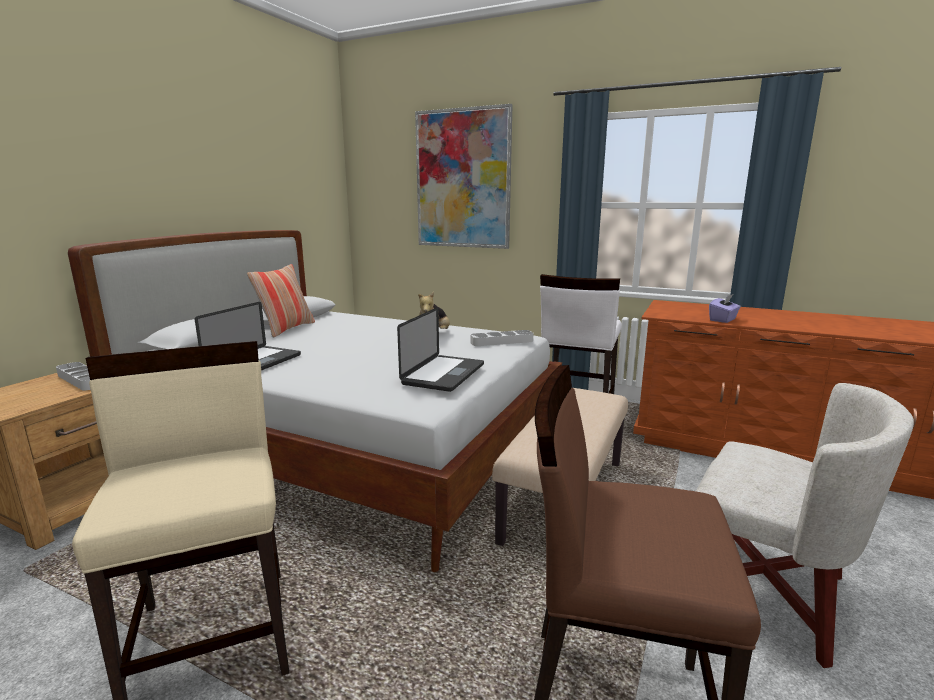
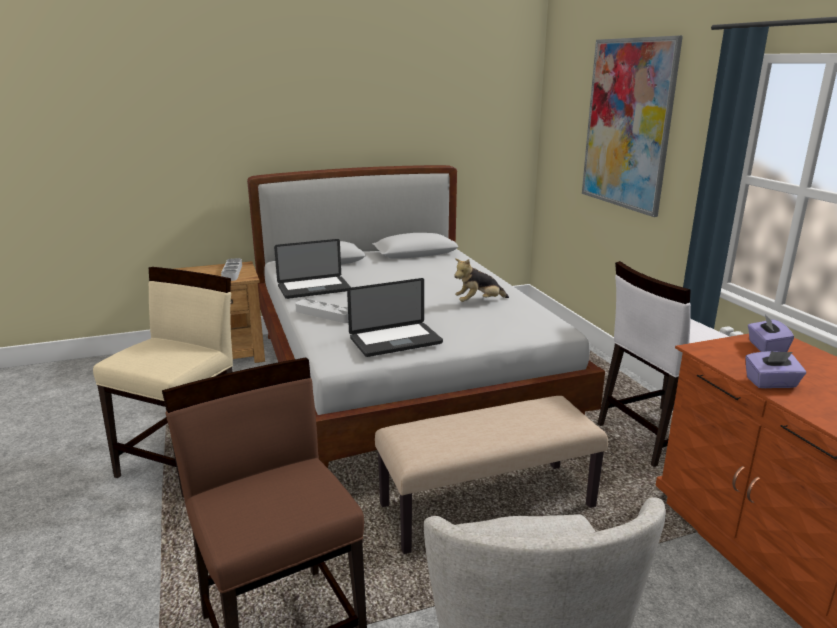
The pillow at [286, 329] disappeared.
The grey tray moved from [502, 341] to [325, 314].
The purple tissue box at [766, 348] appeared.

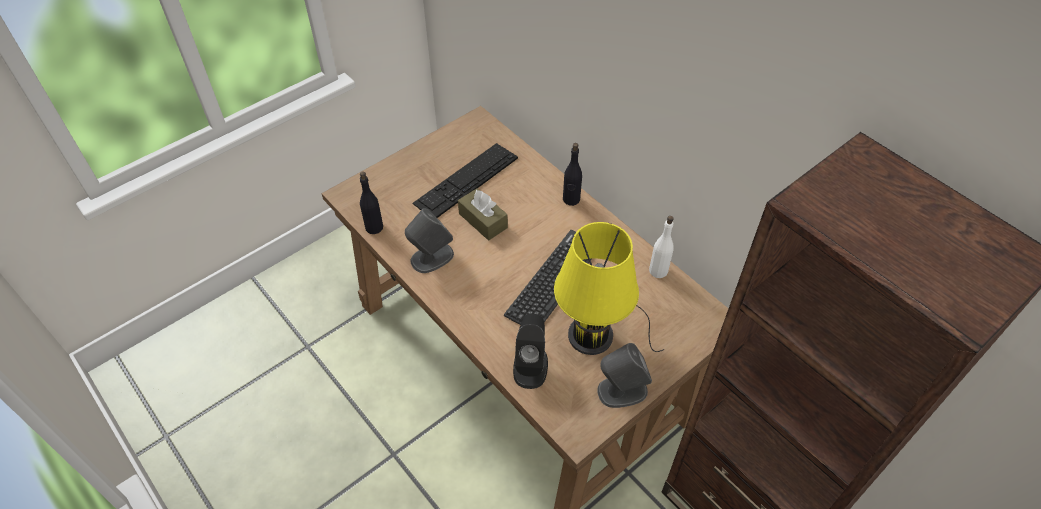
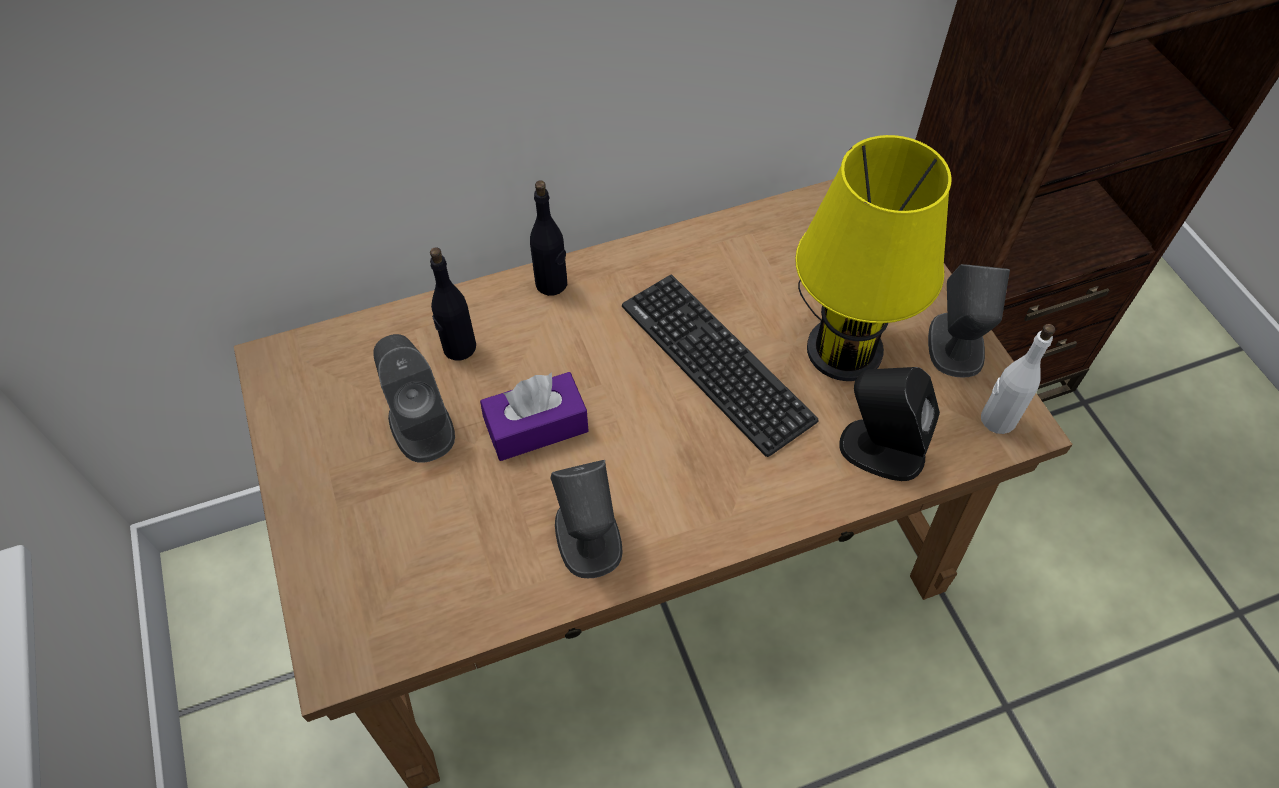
The keyboard at [466, 180] was replaced by the grey speaker at [421, 425].
The black bottle moved from [374, 227] to [459, 347].
The brown tissue box at [483, 220] became the purple tissue box at [536, 427].
The white bottle moved from [658, 270] to [997, 419].

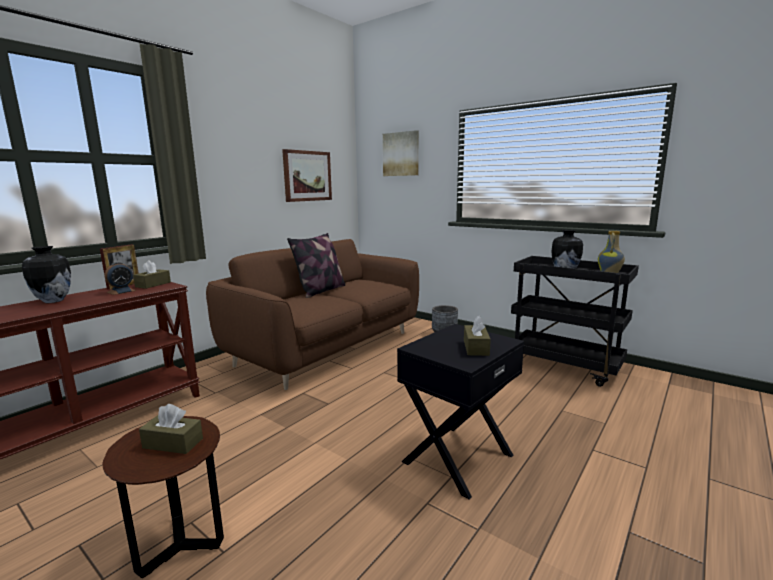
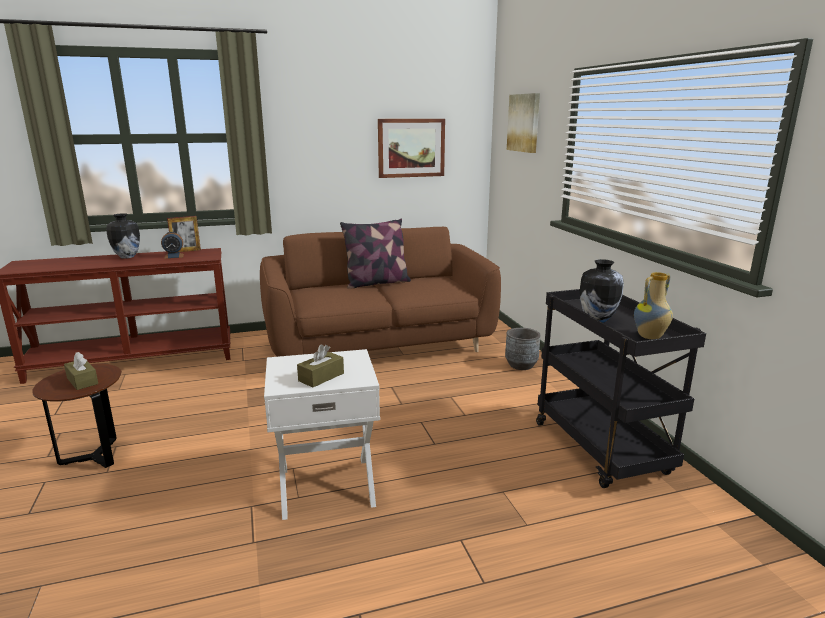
The brown tissue box at [153, 284] disappeared.
The black side table at [456, 457] became the white side table at [326, 485].

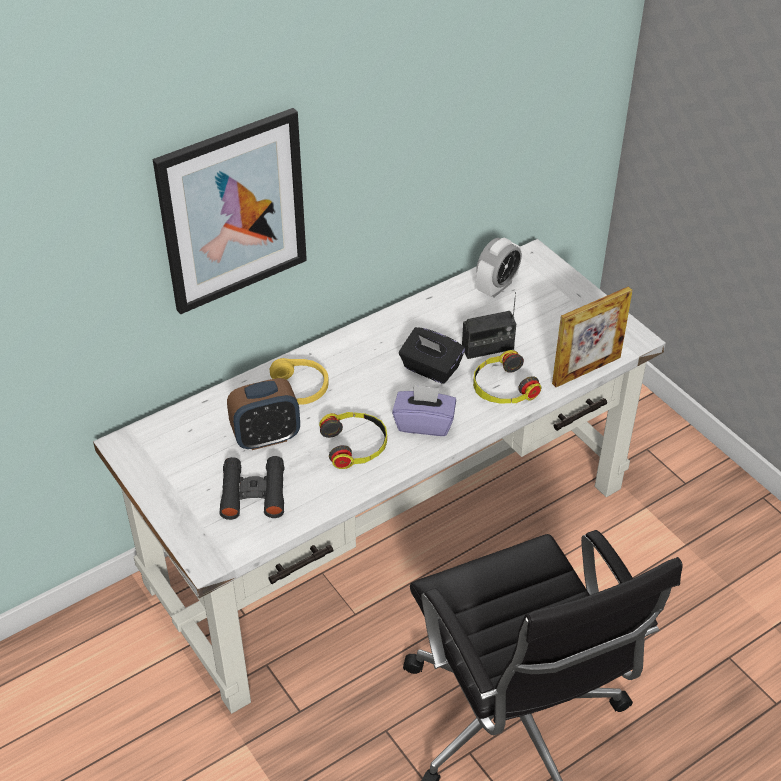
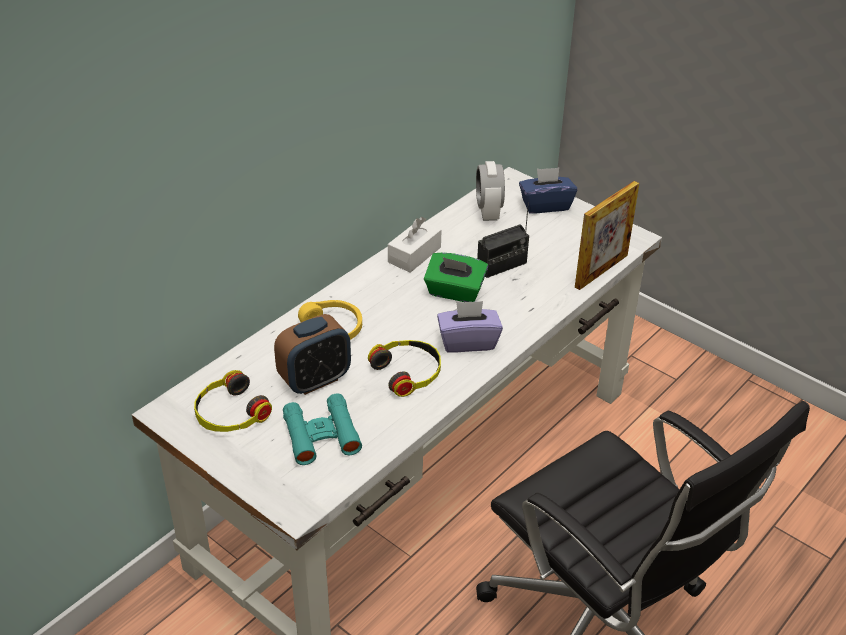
The picture at [233, 211] disappeared.
The alarm clock at [497, 287] turned 150 degrees clockwise.
The black tissue box at [430, 369] became the green tissue box at [454, 292].
The headphones moved from [503, 387] to [230, 413].
The black binoculars at [253, 493] became the turquoise binoculars at [321, 435].
The blue tissue box at [545, 205] appeared.
The white tissue box at [414, 255] appeared.

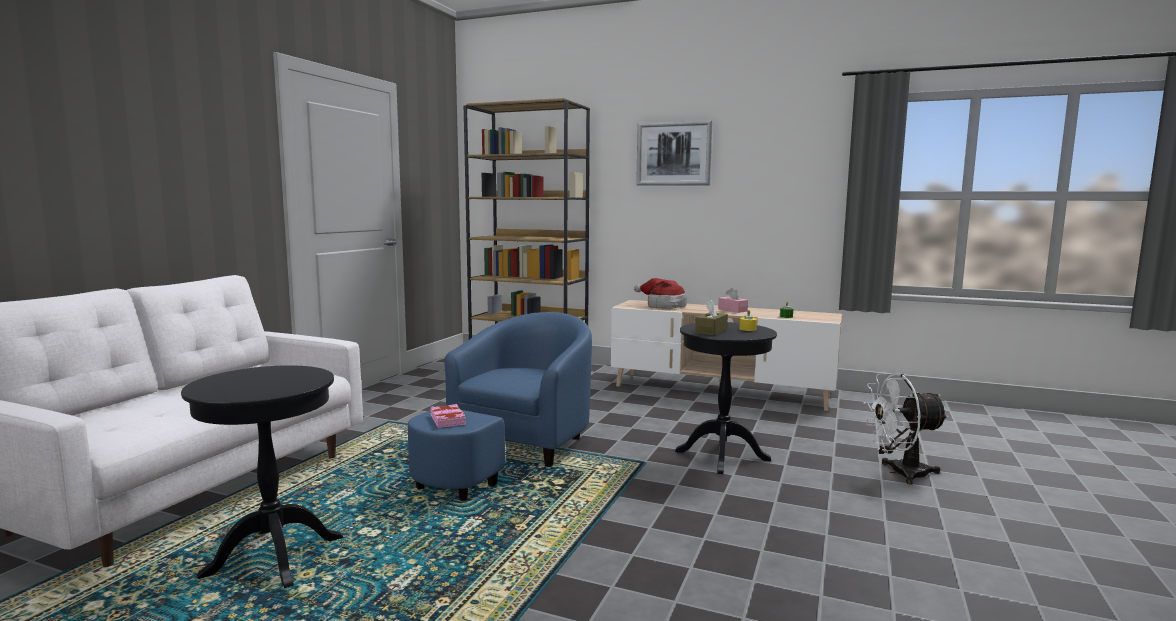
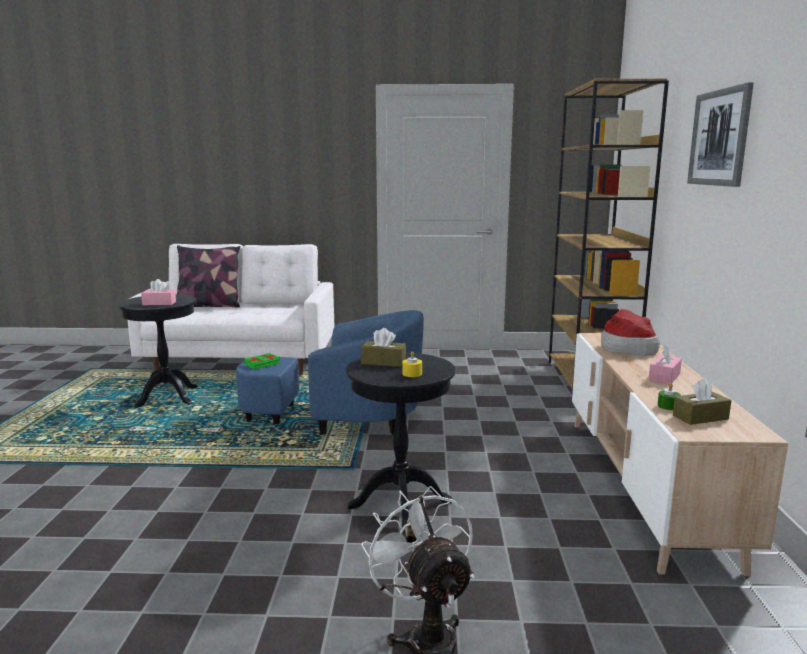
The pink book at [448, 420] became the green book at [262, 364].
The pillow at [209, 306] appeared.
The pink tissue box at [159, 303] appeared.
The brown tissue box at [700, 417] appeared.

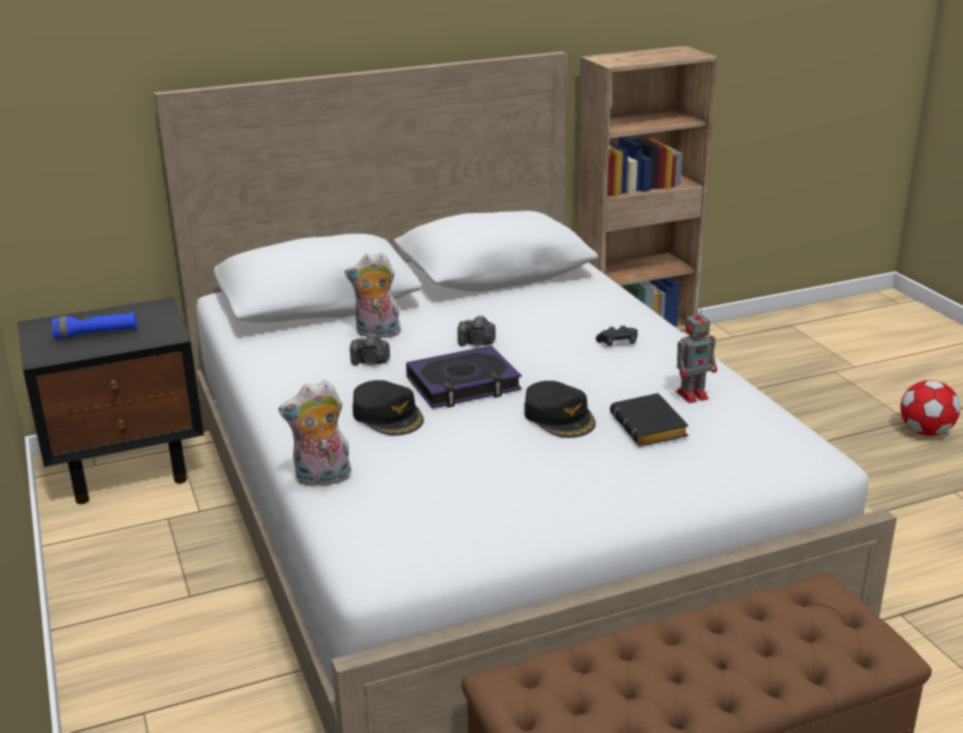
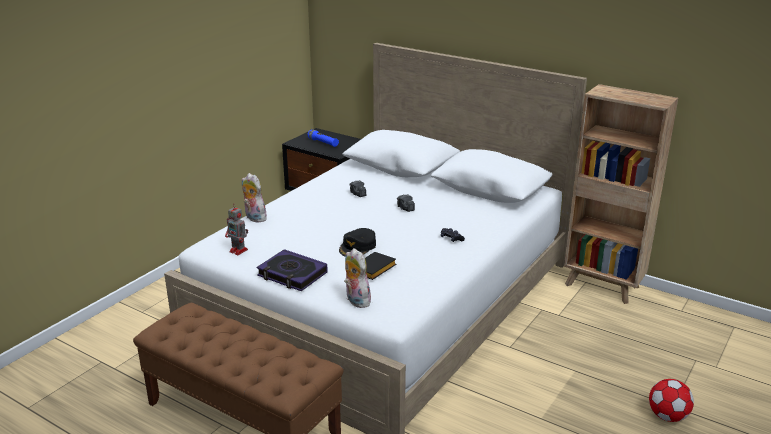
The plush toy moved from [376, 334] to [356, 300].
The toy robot moved from [693, 395] to [239, 251].
The book moved from [463, 385] to [292, 274].
The black cap at [388, 415] disappeared.

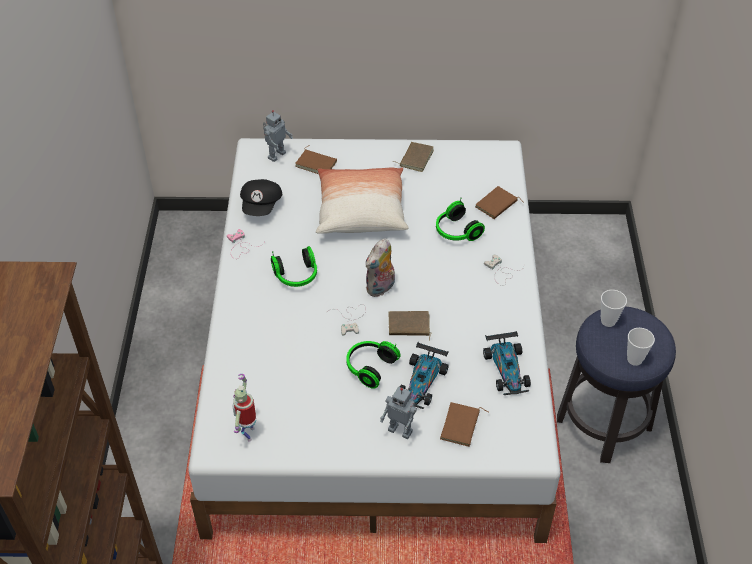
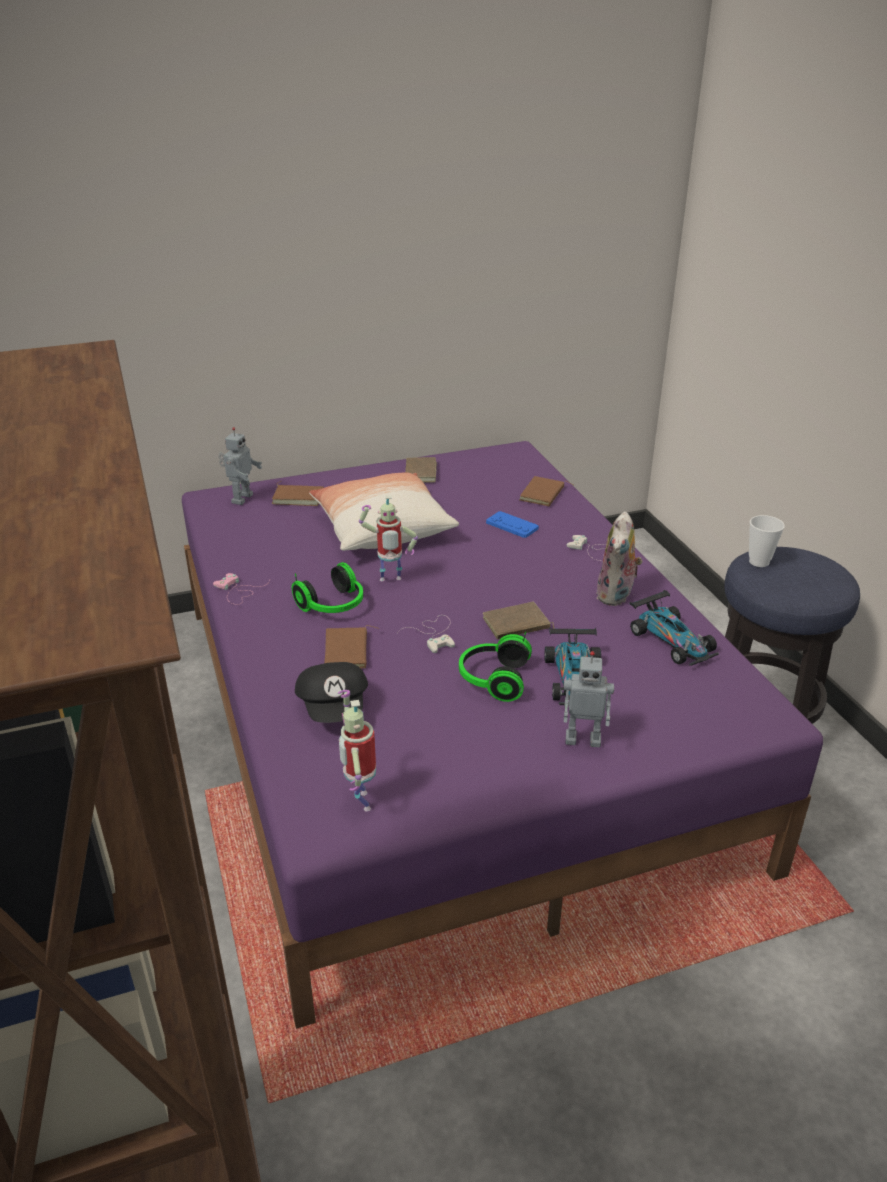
The white bed at [377, 359] became the purple bed at [444, 724].
The black cap moved from [262, 205] to [335, 707].
The headphones at [455, 232] was replaced by the blue game controller at [512, 525].
The plush toy moved from [381, 288] to [616, 596].
The cup at [634, 359] disappeared.
The brown book moved from [461, 426] to [348, 651].
The toy robot at [390, 581] appeared.

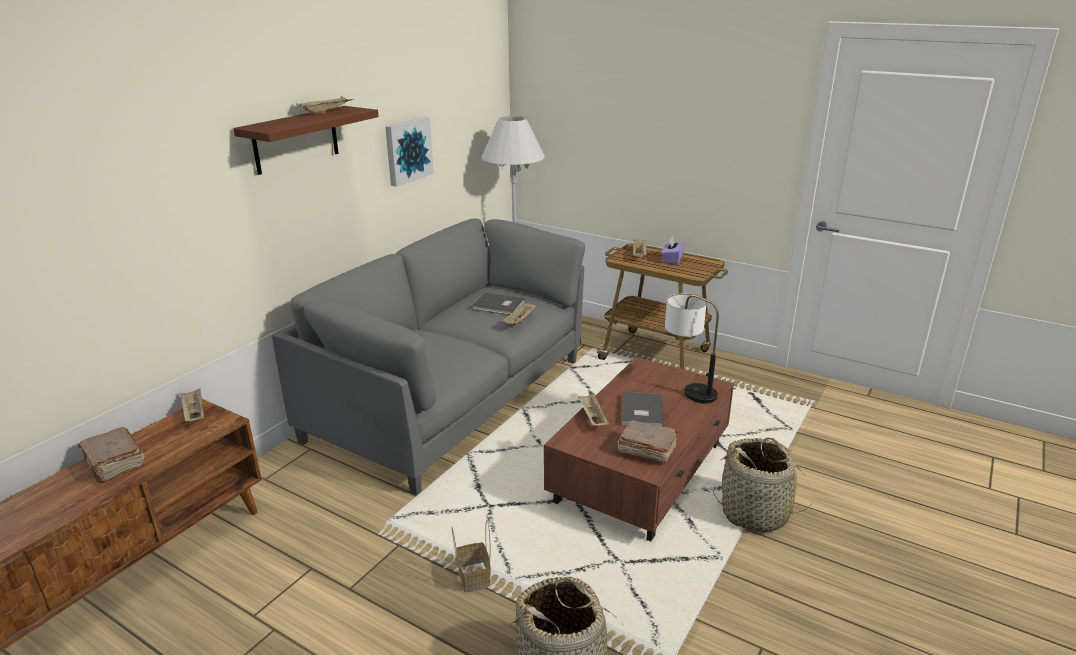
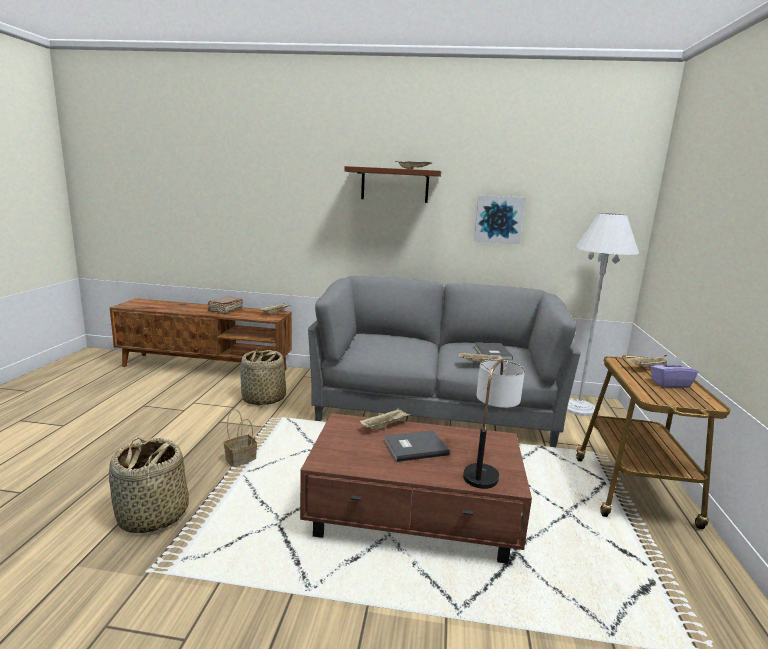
The brown book at [646, 450] disappeared.
The basket moved from [755, 513] to [263, 399].

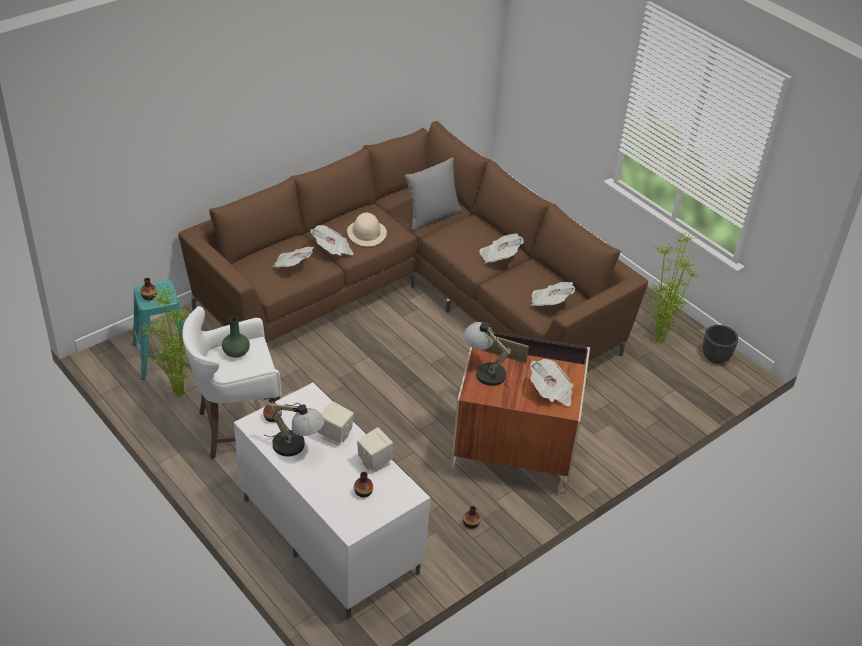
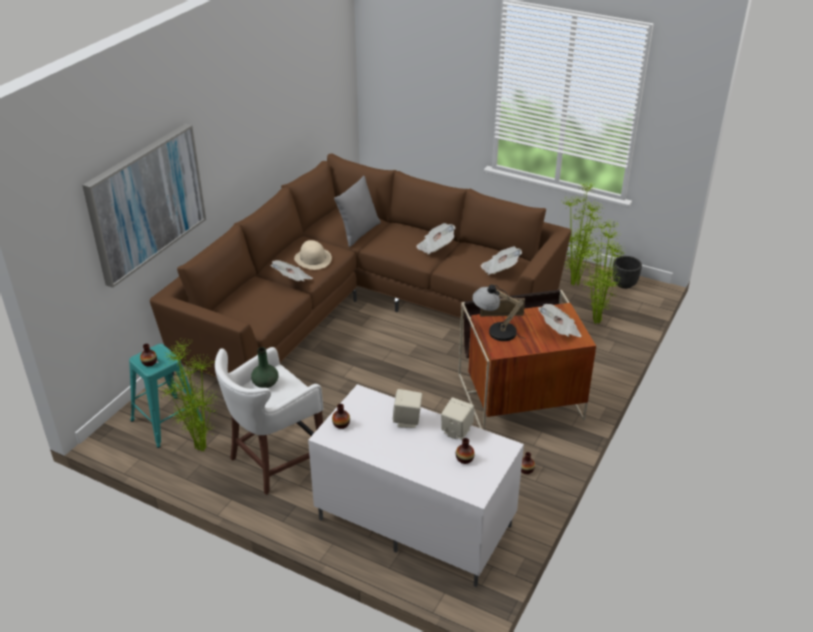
The newspaper at [293, 265] disappeared.
The table lamp at [297, 447] disappeared.
The picture at [146, 202] appeared.
The potted plant at [595, 322] appeared.

